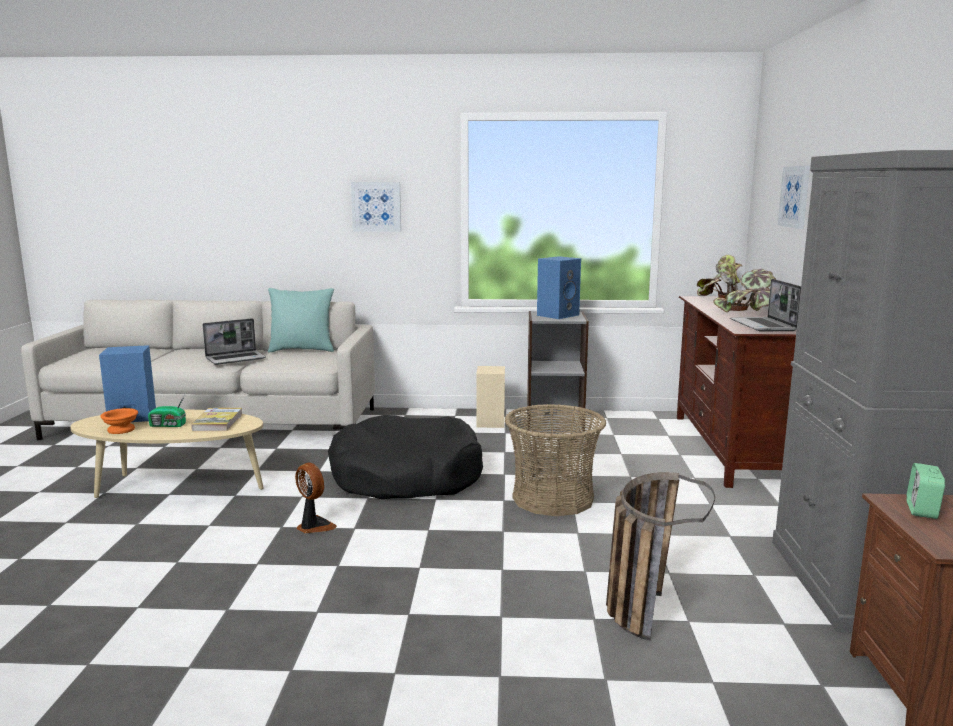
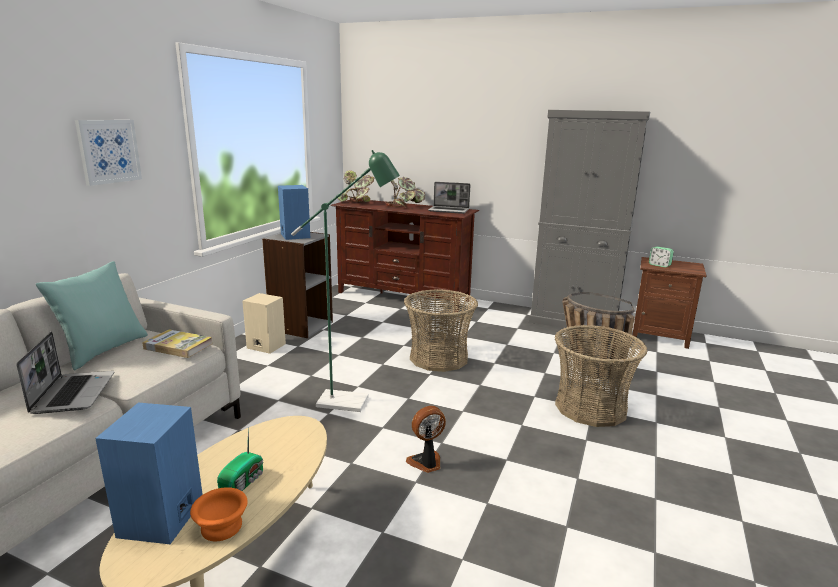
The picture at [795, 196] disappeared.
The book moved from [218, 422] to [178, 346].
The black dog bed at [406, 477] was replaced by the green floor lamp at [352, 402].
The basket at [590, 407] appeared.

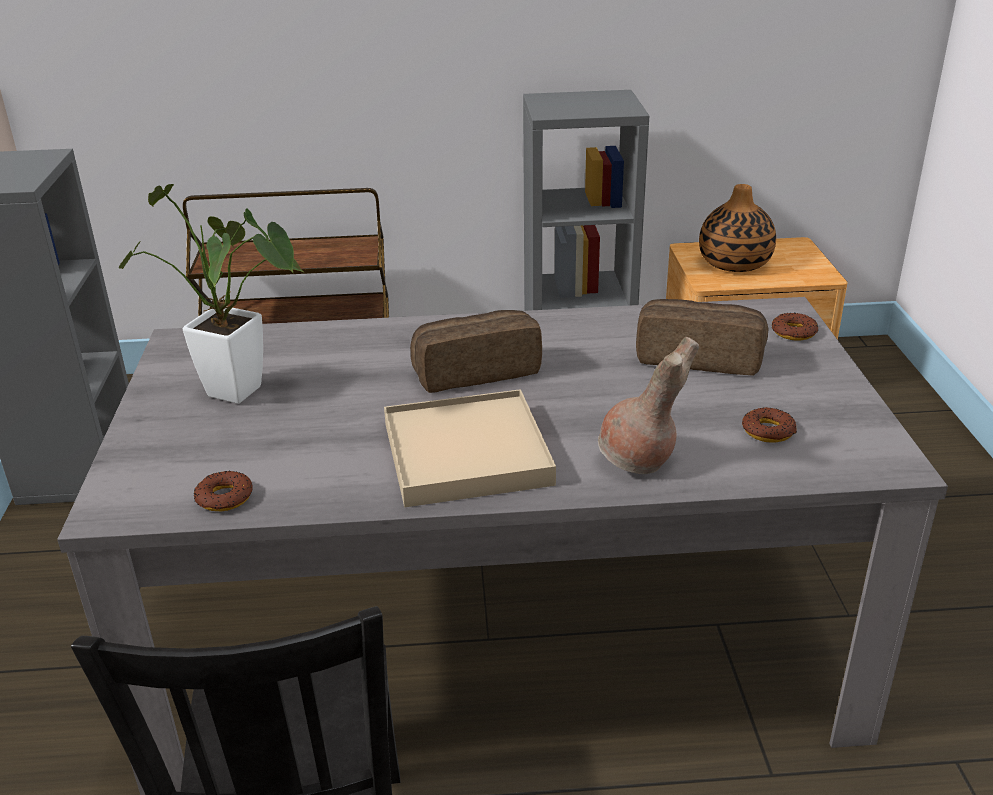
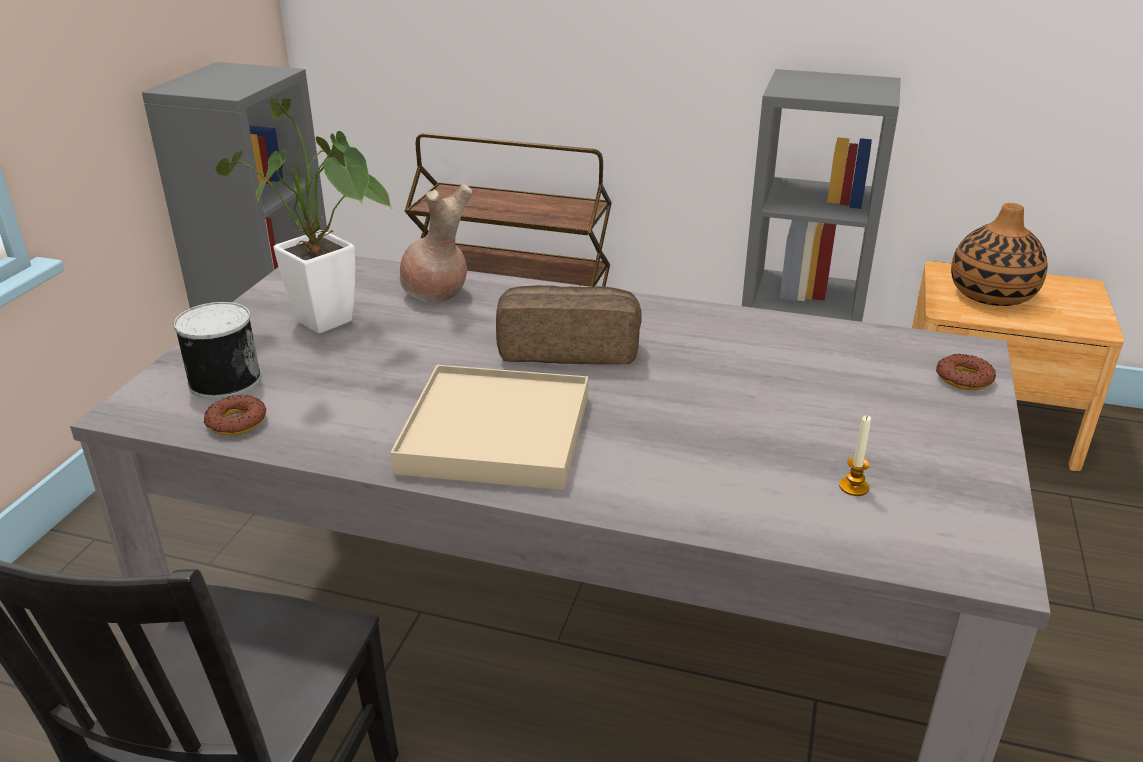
The bread at [699, 357] disappeared.
The brown vase moved from [638, 462] to [436, 295].
The donut at [768, 431] was replaced by the candle at [854, 487].
The can at [223, 380] appeared.

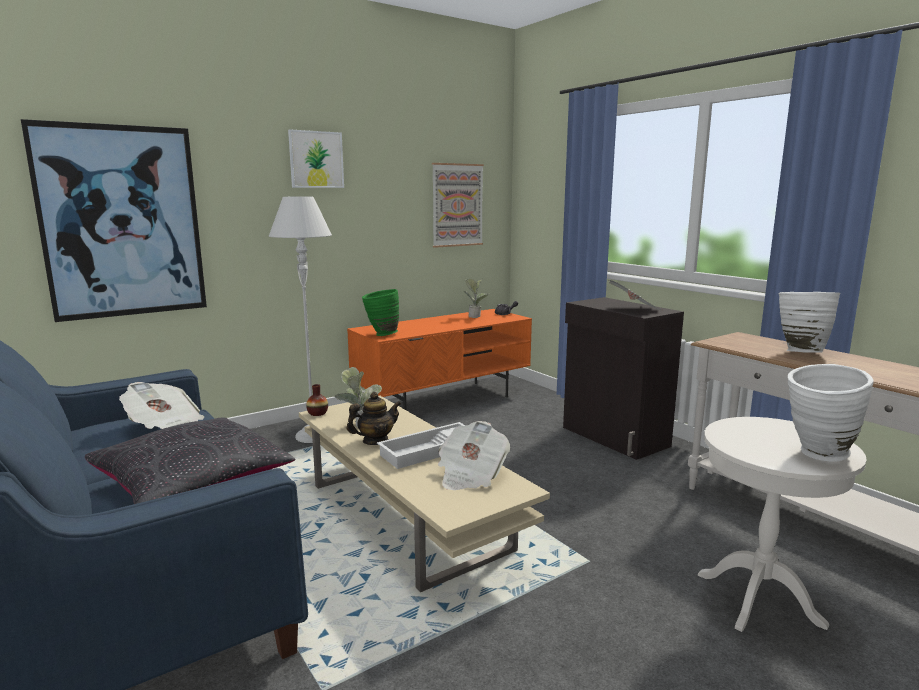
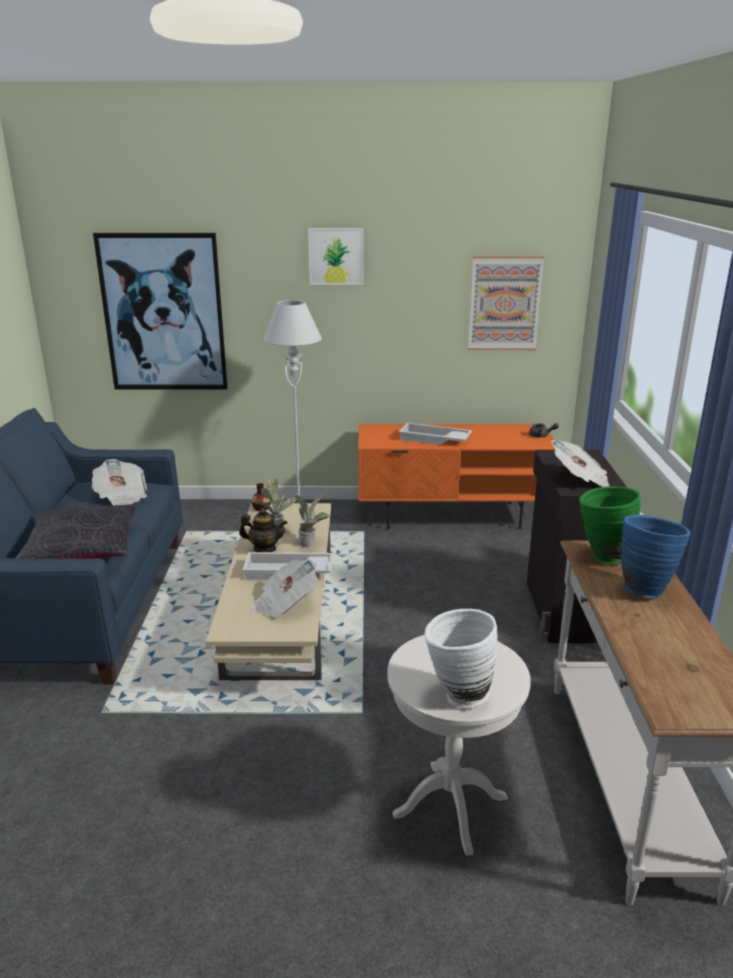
The potted plant moved from [476, 316] to [311, 542].
The green vase moved from [381, 334] to [601, 556].
The white vase at [799, 351] became the blue vase at [644, 588].
The white tray at [434, 439] appeared.

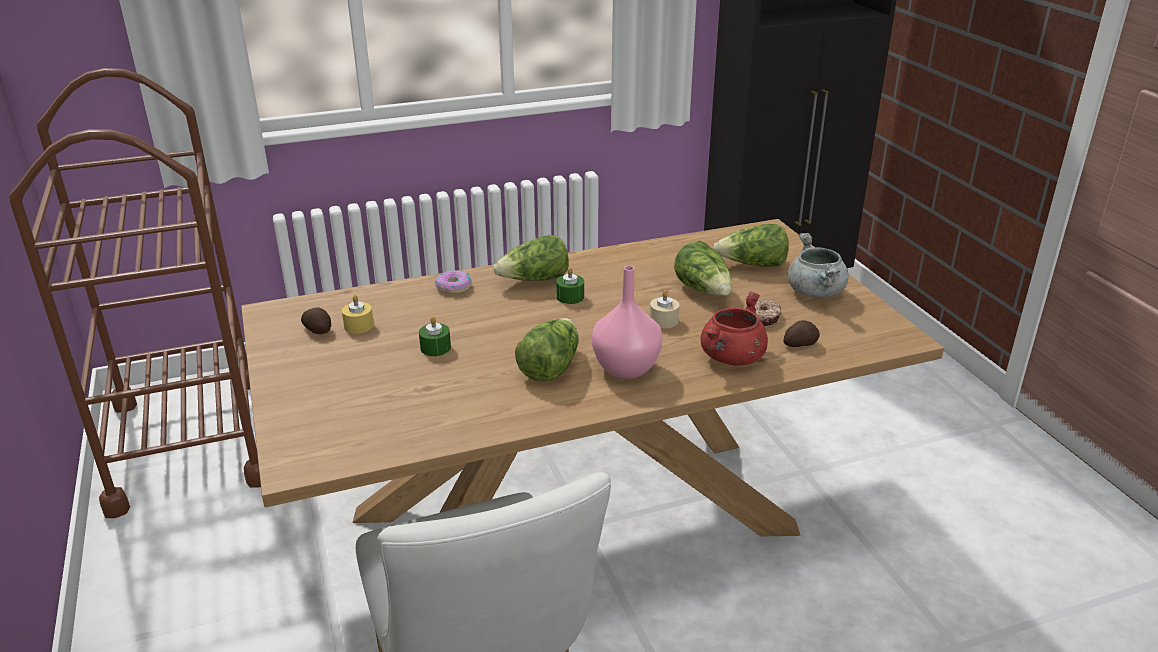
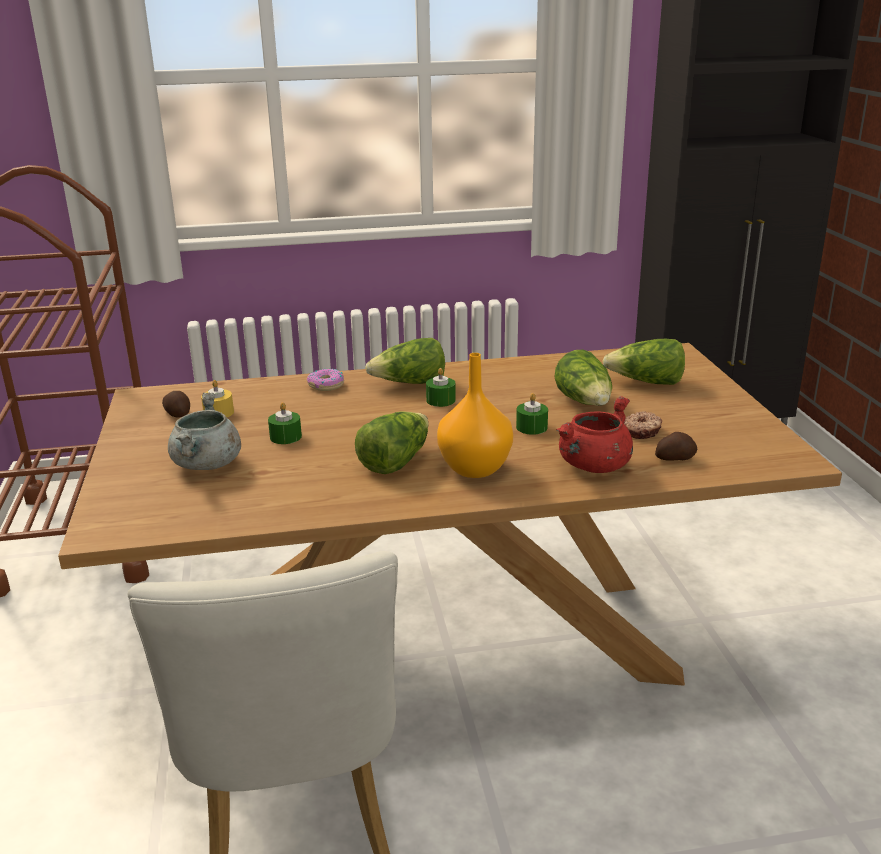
The grey cooking pot moved from [816, 293] to [207, 464].
The pink vase at [627, 368] became the orange vase at [476, 468].
The beige candle at [663, 320] became the green candle at [531, 427].

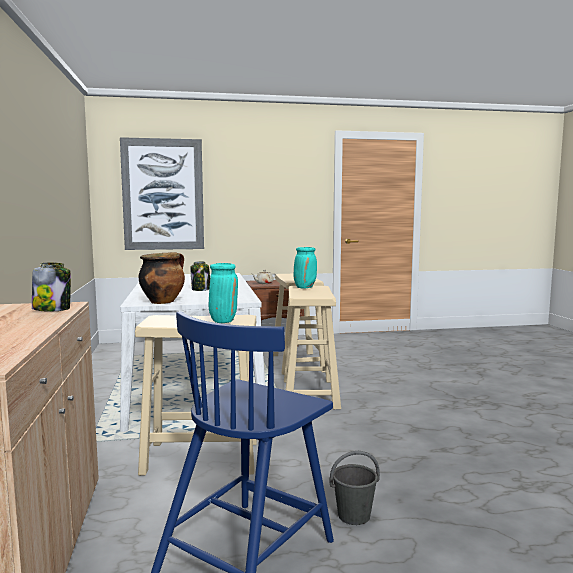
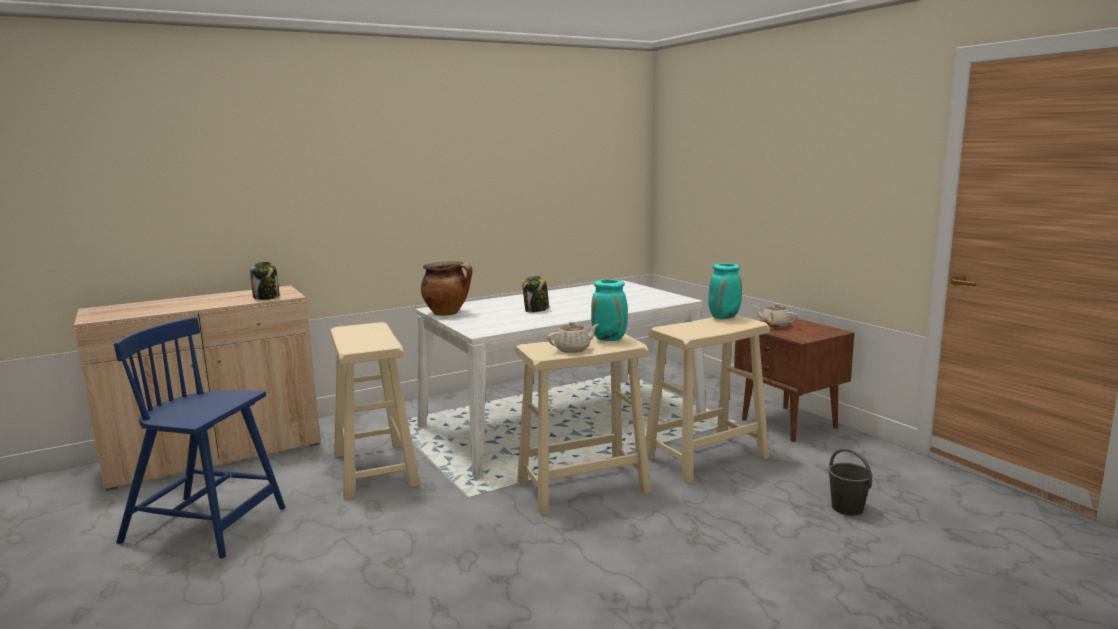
The picture at [163, 194] disappeared.
The turquoise vase moved from [223, 321] to [724, 317].
The grey bucket moved from [353, 515] to [846, 508].
The beige teapot at [573, 349] appeared.

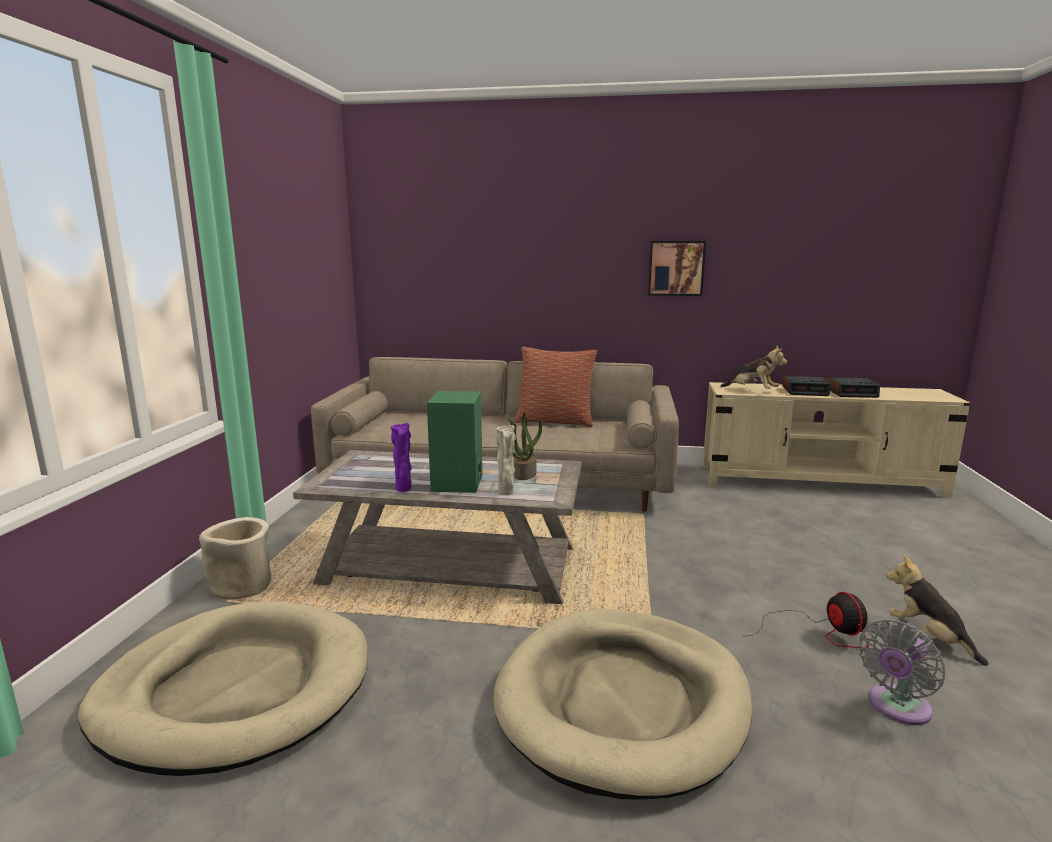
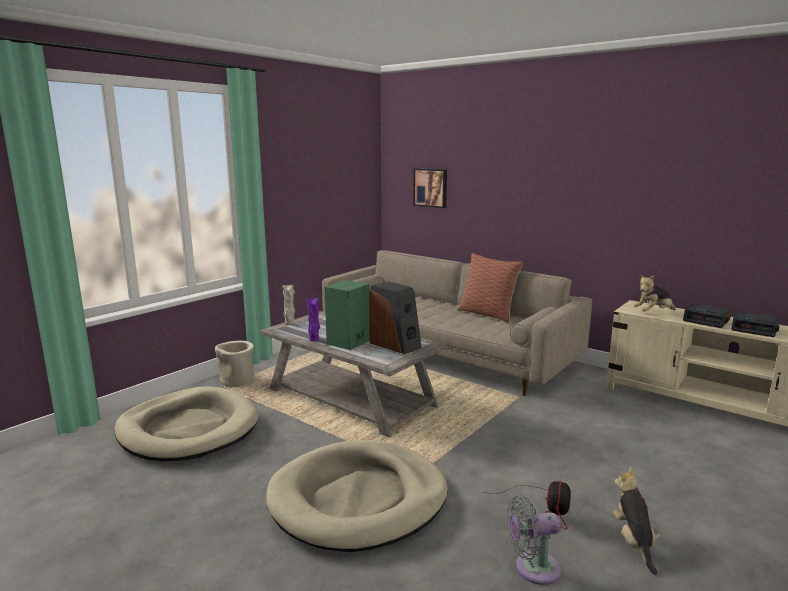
The picture moved from [676, 268] to [431, 187].
The plush toy at [752, 391] turned 90 degrees clockwise.
The potted plant at [524, 474] was replaced by the speaker at [395, 345].
The beige vase moved from [506, 492] to [289, 323].

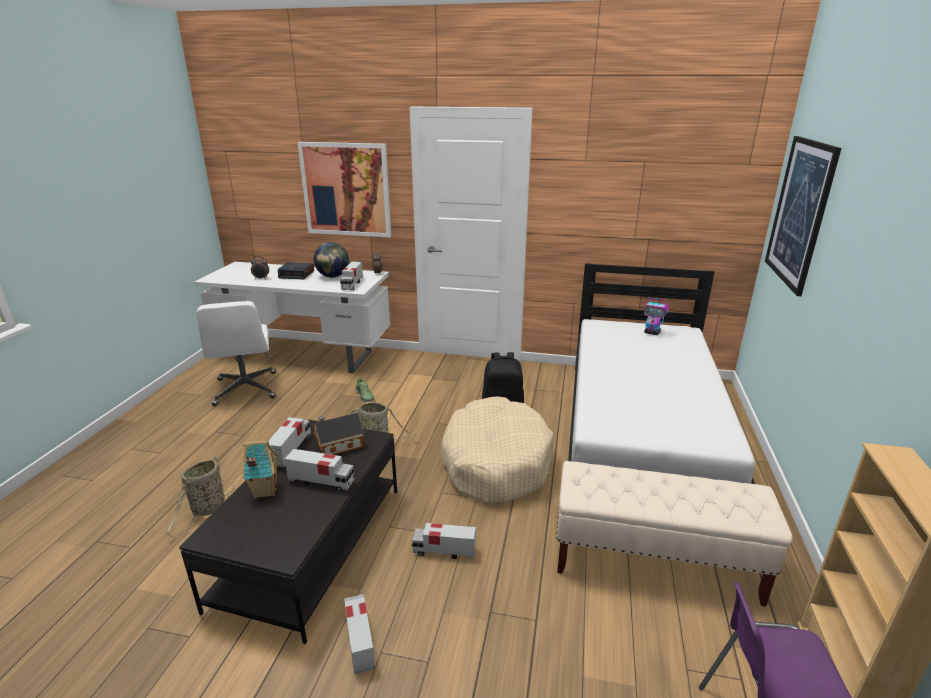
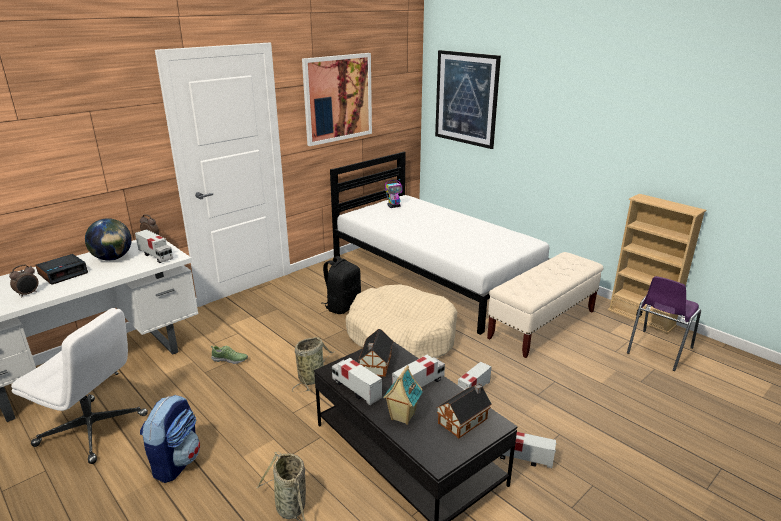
The picture moved from [346, 189] to [338, 98].
The toy house at [464, 420] appeared.
The backpack at [176, 462] appeared.

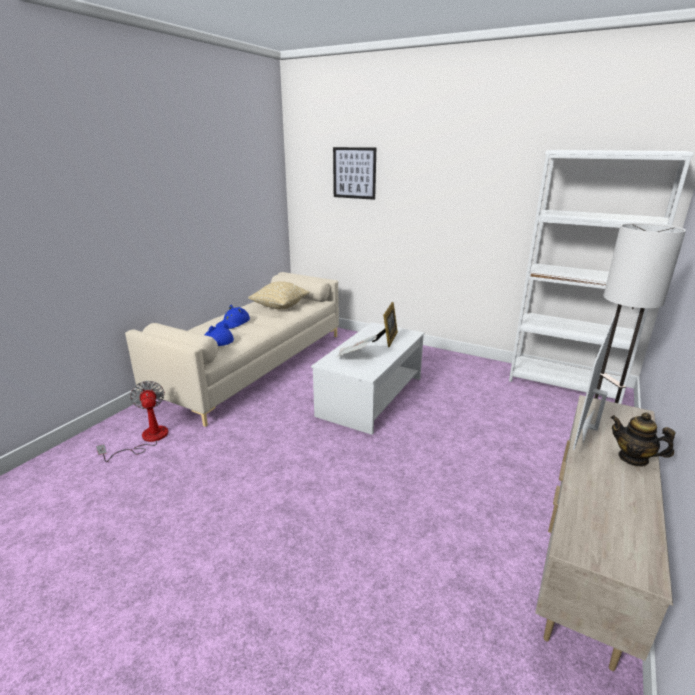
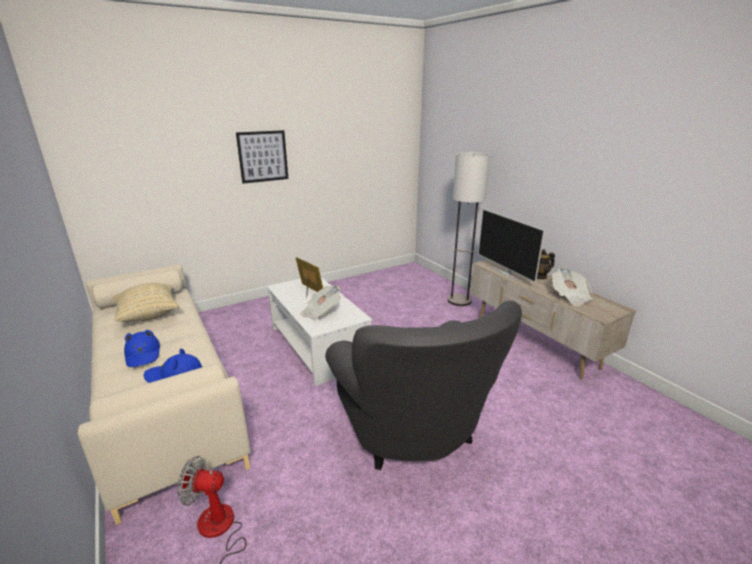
The picture moved from [354, 173] to [263, 156].
The white bookcase at [564, 384] disappeared.
The newspaper at [570, 297] appeared.
The grey armchair at [413, 433] appeared.

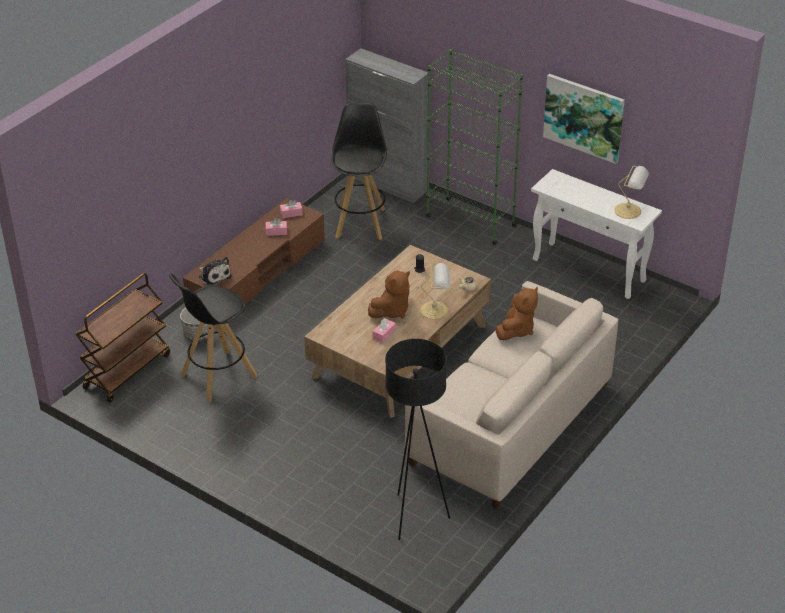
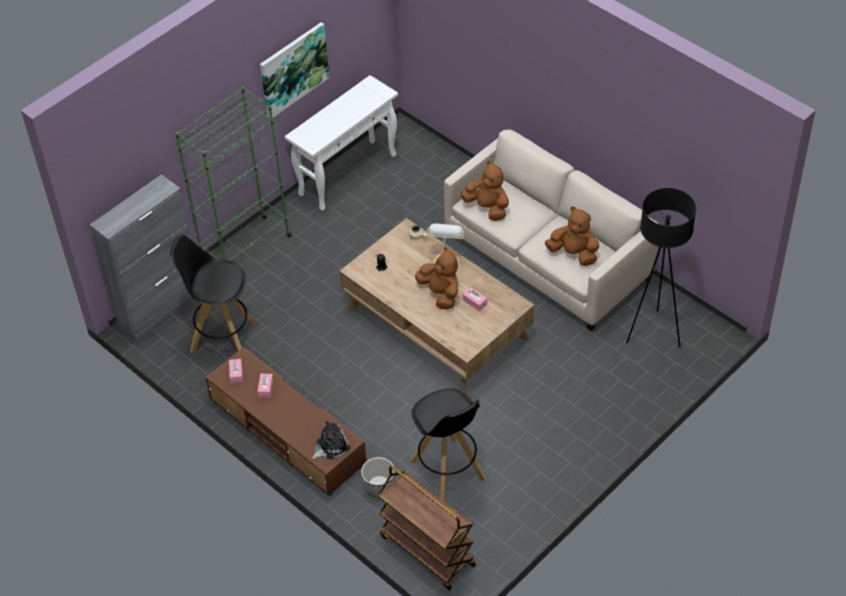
The table lamp at [629, 211] disappeared.
The brown plush toy at [573, 253] appeared.

